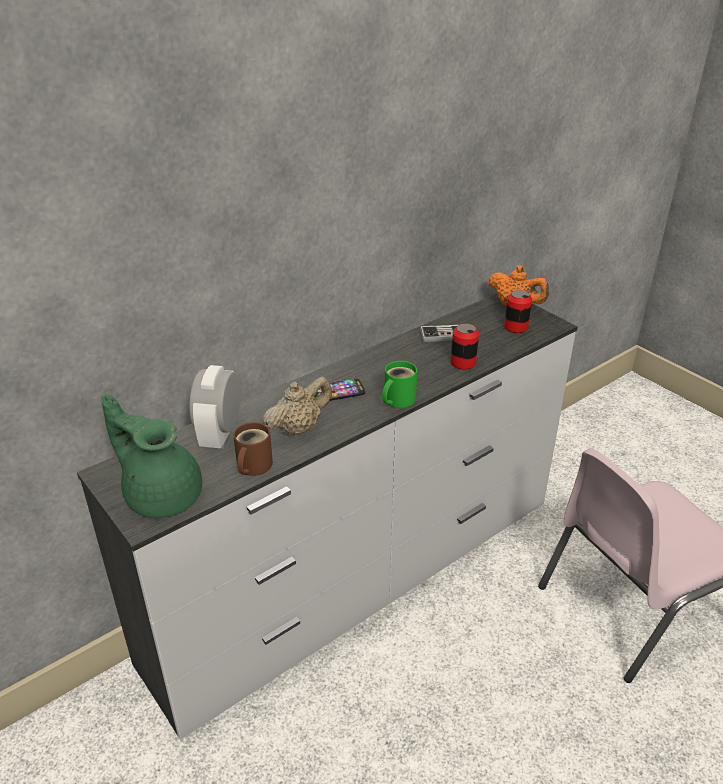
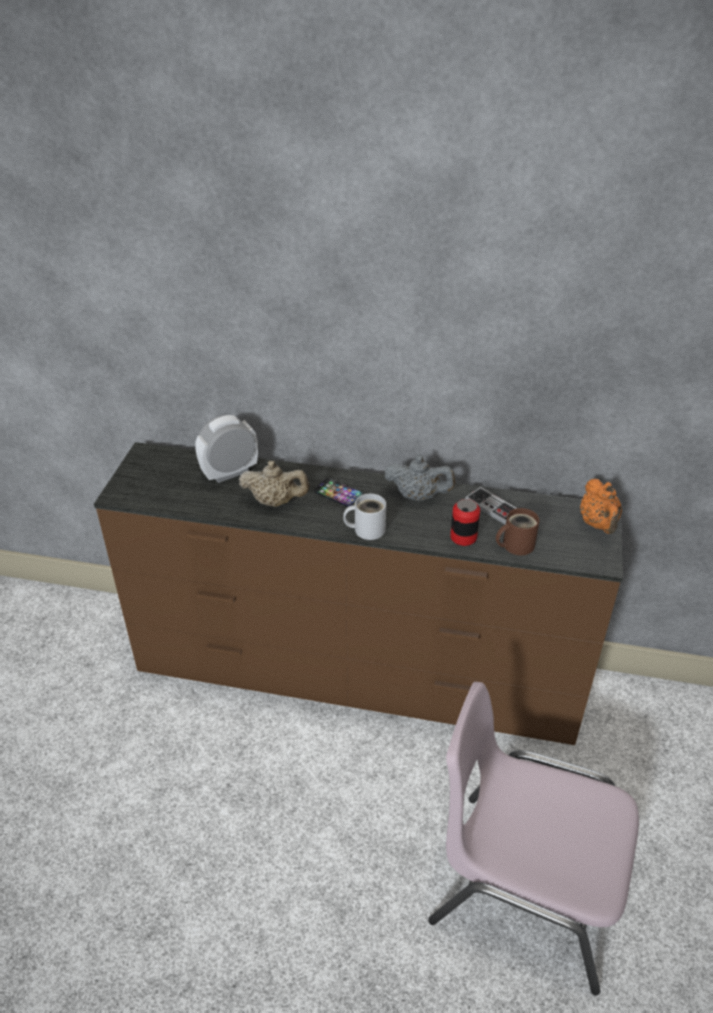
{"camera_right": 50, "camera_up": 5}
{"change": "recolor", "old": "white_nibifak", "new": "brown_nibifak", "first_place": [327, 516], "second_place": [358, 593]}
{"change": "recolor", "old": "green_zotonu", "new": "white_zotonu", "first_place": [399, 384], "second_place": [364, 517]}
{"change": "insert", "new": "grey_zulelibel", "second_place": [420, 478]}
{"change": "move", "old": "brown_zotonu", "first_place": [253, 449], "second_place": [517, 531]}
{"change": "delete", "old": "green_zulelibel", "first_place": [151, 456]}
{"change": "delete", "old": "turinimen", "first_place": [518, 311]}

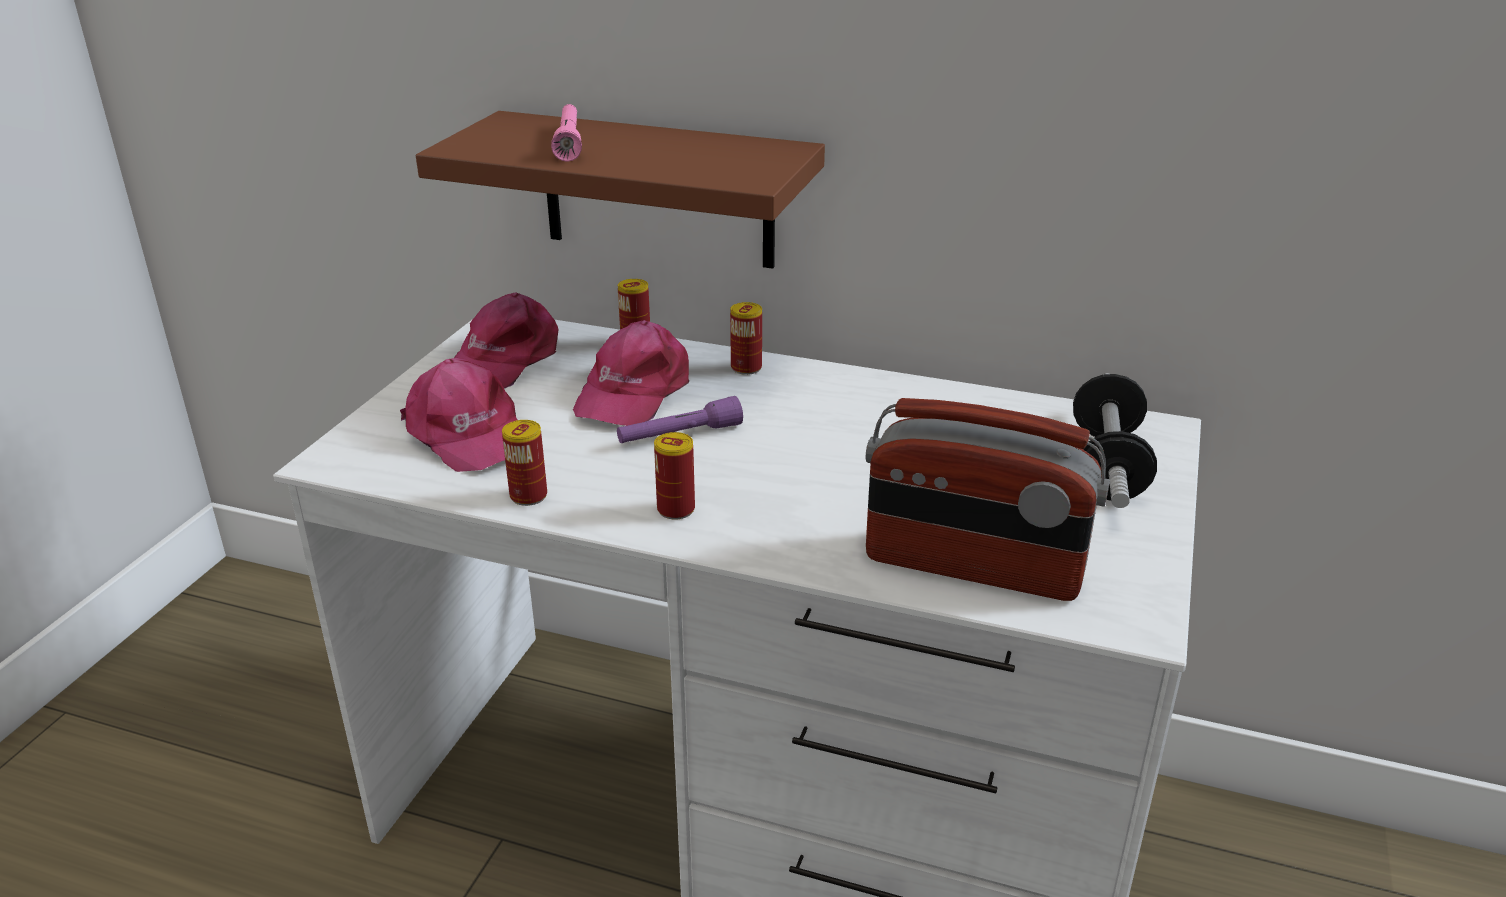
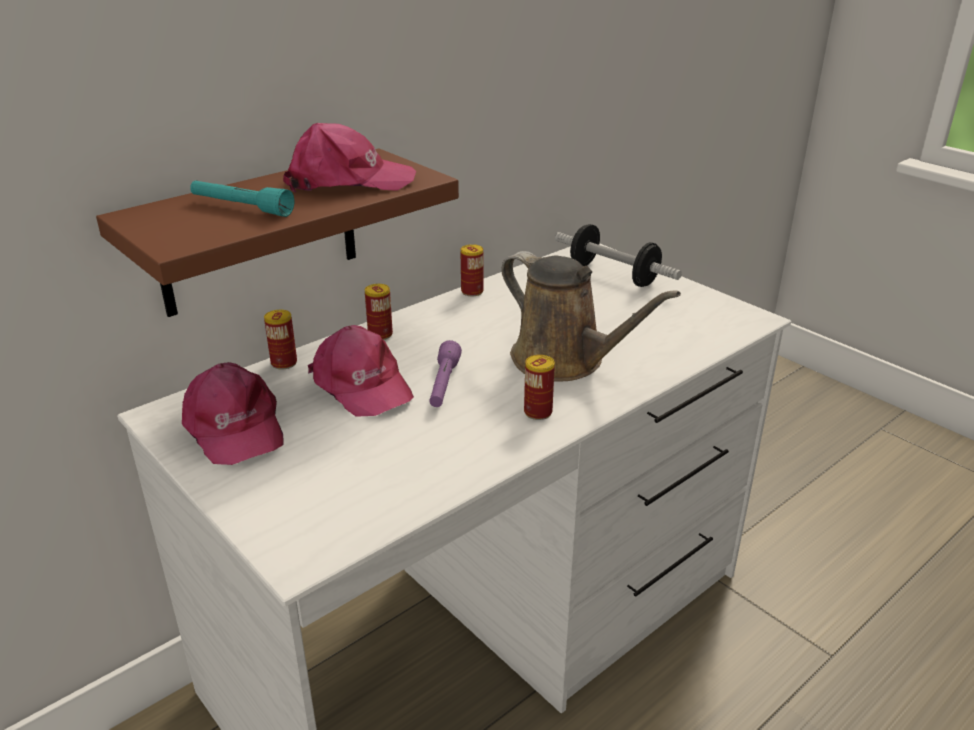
{"camera_right": -60, "camera_up": 0}
{"change": "recolor", "old": "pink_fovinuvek", "new": "turquoise_fovinuvek", "first_place": [566, 133], "second_place": [242, 198]}
{"change": "move", "old": "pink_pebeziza", "first_place": [459, 415], "second_place": [349, 157]}
{"change": "move", "old": "turinimen", "first_place": [524, 463], "second_place": [472, 270]}
{"change": "insert", "new": "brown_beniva", "second_place": [591, 316]}
{"change": "delete", "old": "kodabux", "first_place": [987, 499]}

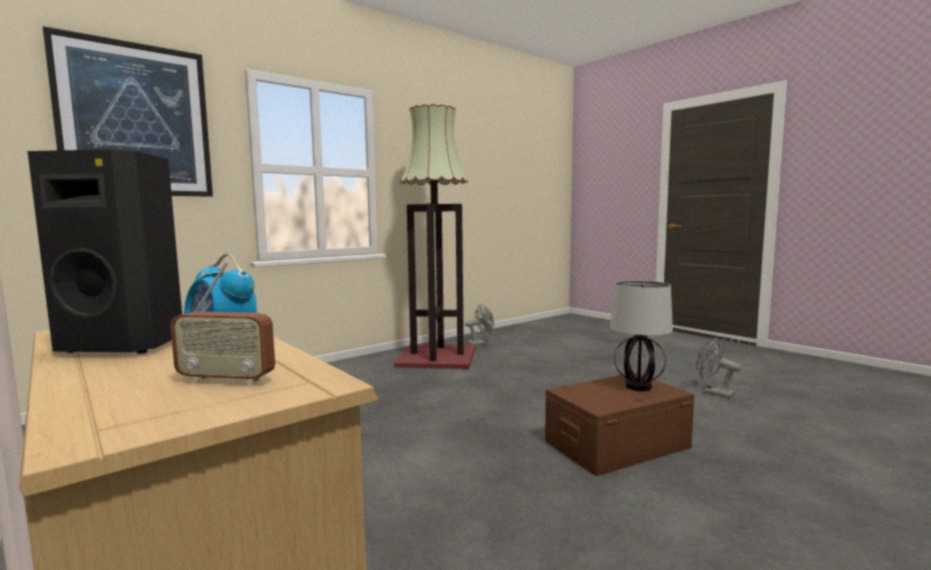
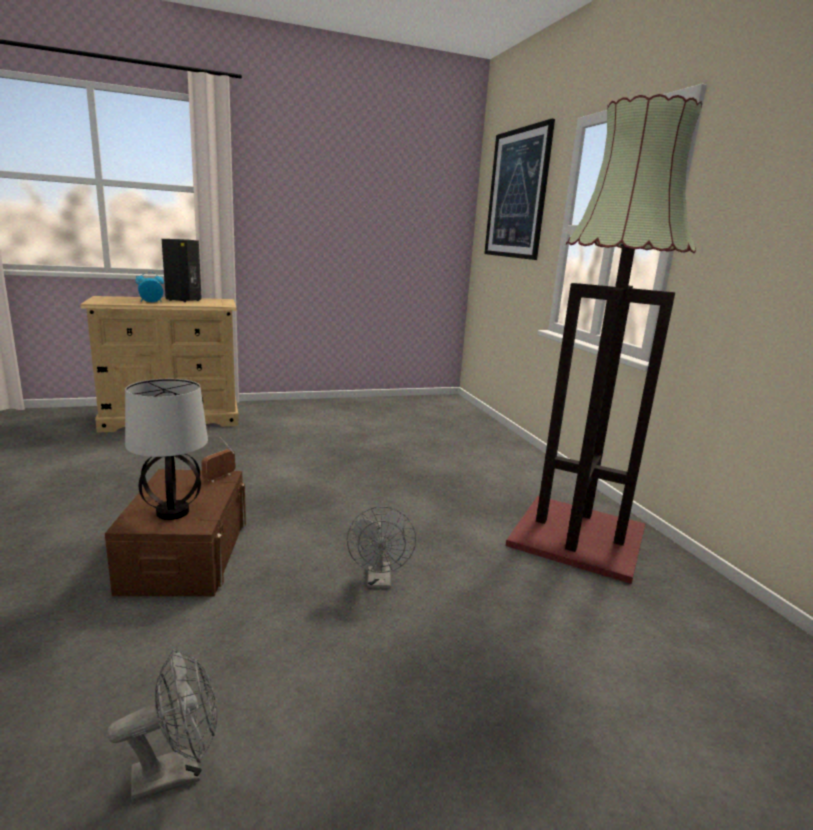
{"camera_right": 110, "camera_up": 10}
{"change": "move", "old": "kodabux", "first_place": [222, 323], "second_place": [218, 459]}
{"change": "move", "old": "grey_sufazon", "first_place": [479, 325], "second_place": [381, 547]}

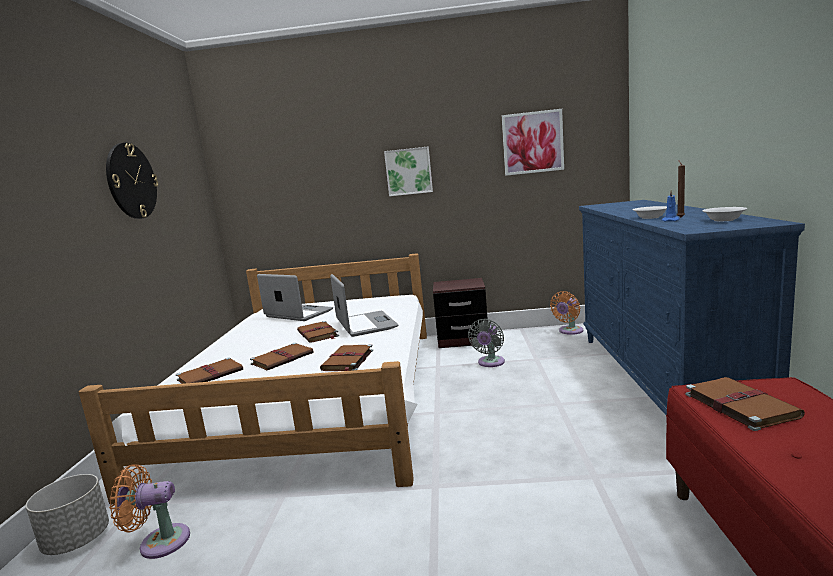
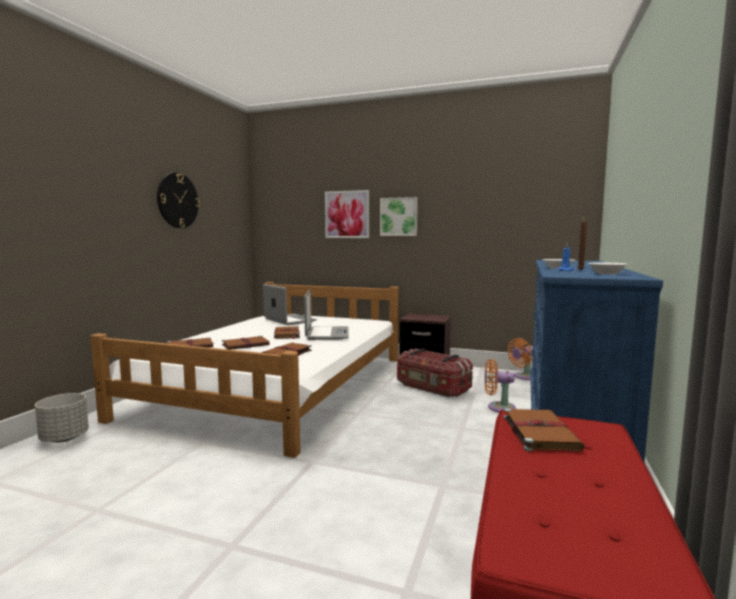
{"camera_right": 15, "camera_up": -5}
{"change": "move", "old": "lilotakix", "first_place": [533, 142], "second_place": [347, 214]}
{"change": "replace", "old": "grey_sufazon", "new": "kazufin", "first_place": [486, 343], "second_place": [435, 372]}
{"change": "move", "old": "orange_sufazon", "first_place": [149, 511], "second_place": [500, 386]}

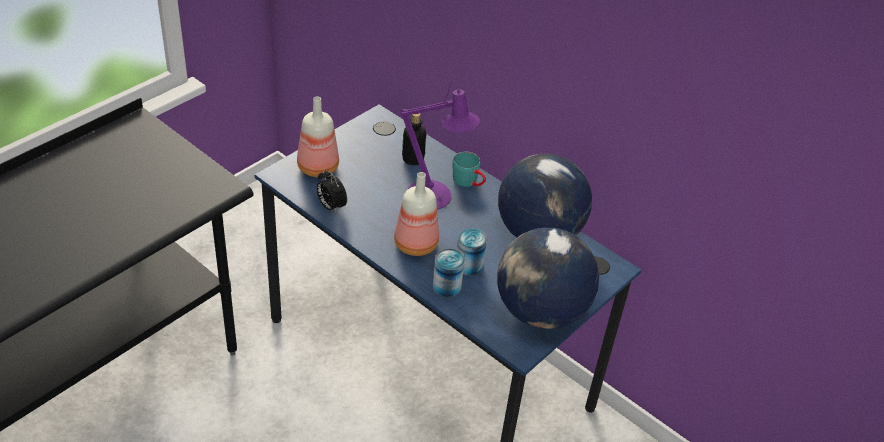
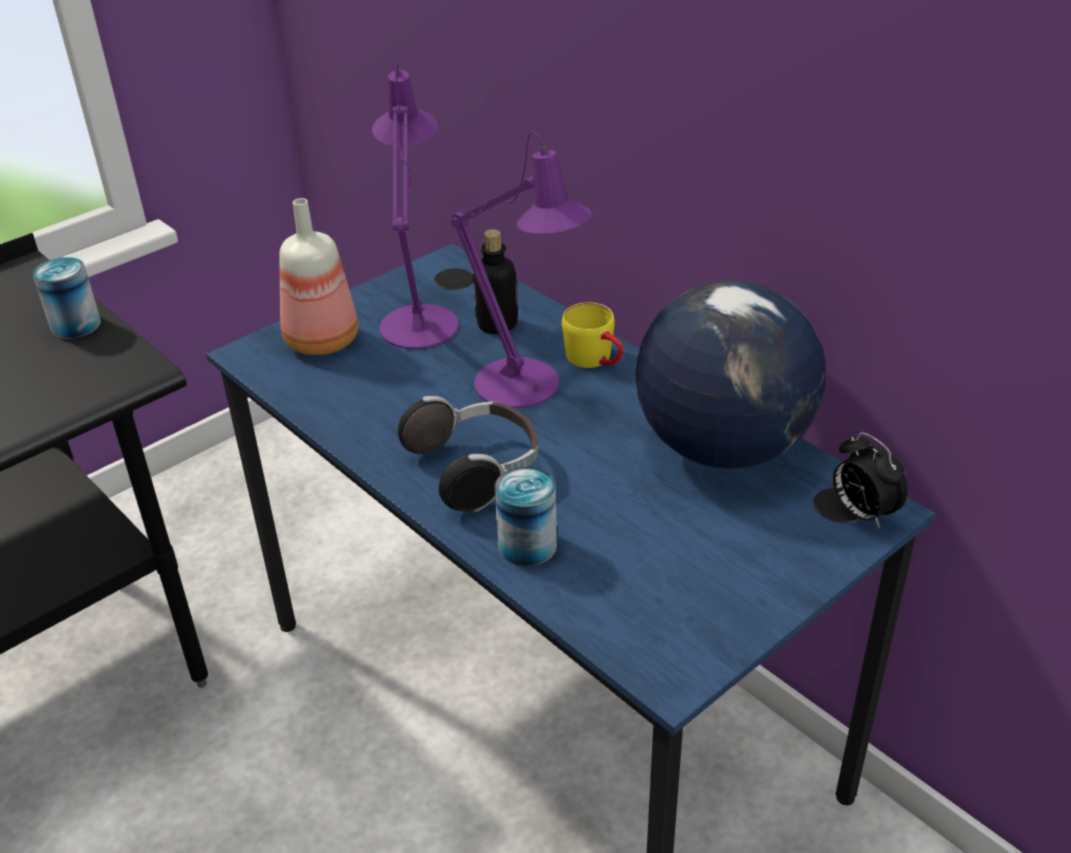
{"camera_right": 10, "camera_up": -5}
{"change": "move", "old": "turinimen", "first_place": [472, 252], "second_place": [67, 298]}
{"change": "insert", "new": "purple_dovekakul", "second_place": [415, 206]}
{"change": "replace", "old": "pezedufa", "new": "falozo", "first_place": [416, 214], "second_place": [468, 454]}
{"change": "recolor", "old": "turquoise_zotonu", "new": "yellow_zotonu", "first_place": [469, 169], "second_place": [592, 335]}
{"change": "move", "old": "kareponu", "first_place": [331, 192], "second_place": [870, 480]}
{"change": "delete", "old": "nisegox", "first_place": [548, 278]}

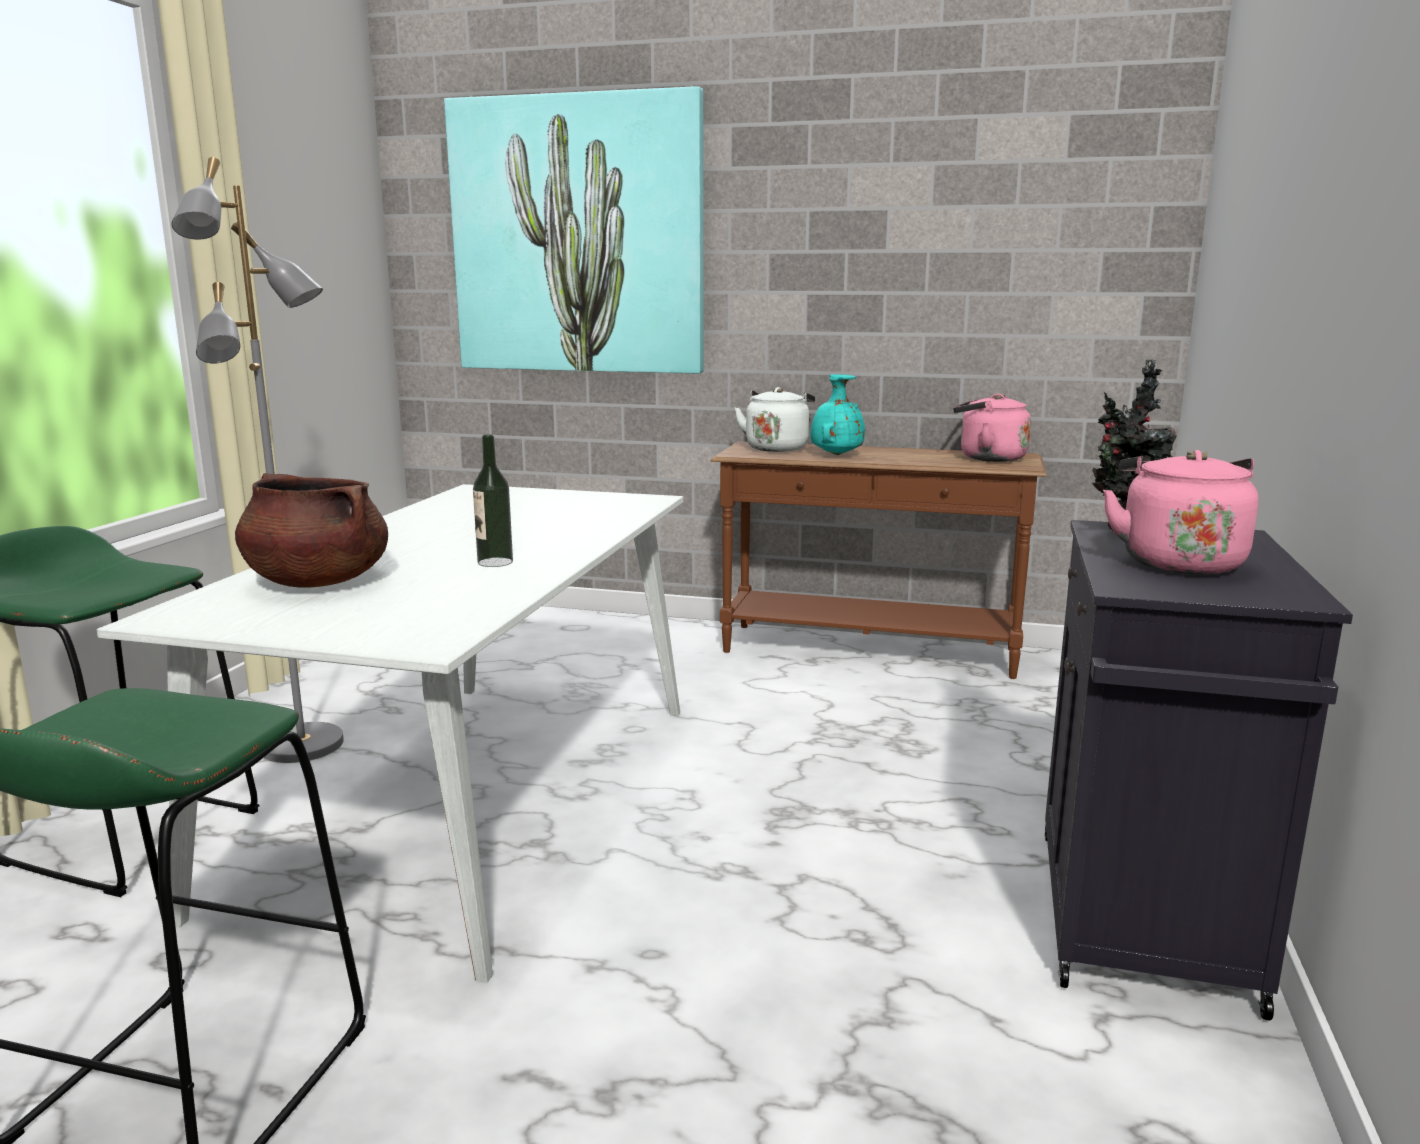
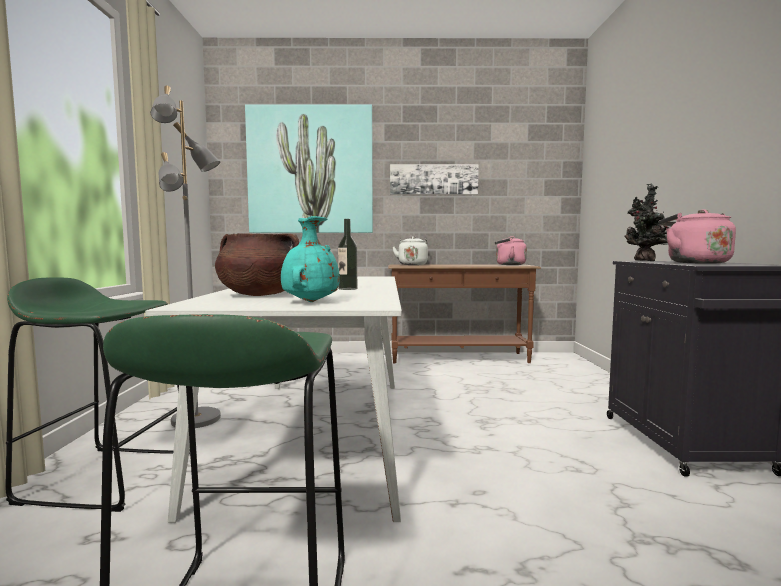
{"camera_right": -15, "camera_up": -10}
{"change": "move", "old": "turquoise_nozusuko", "first_place": [837, 414], "second_place": [310, 259]}
{"change": "insert", "new": "lilotakix", "second_place": [434, 179]}

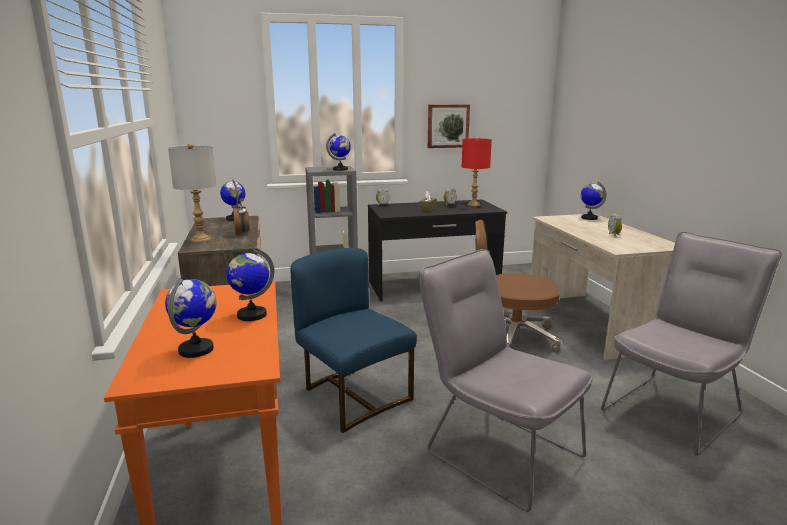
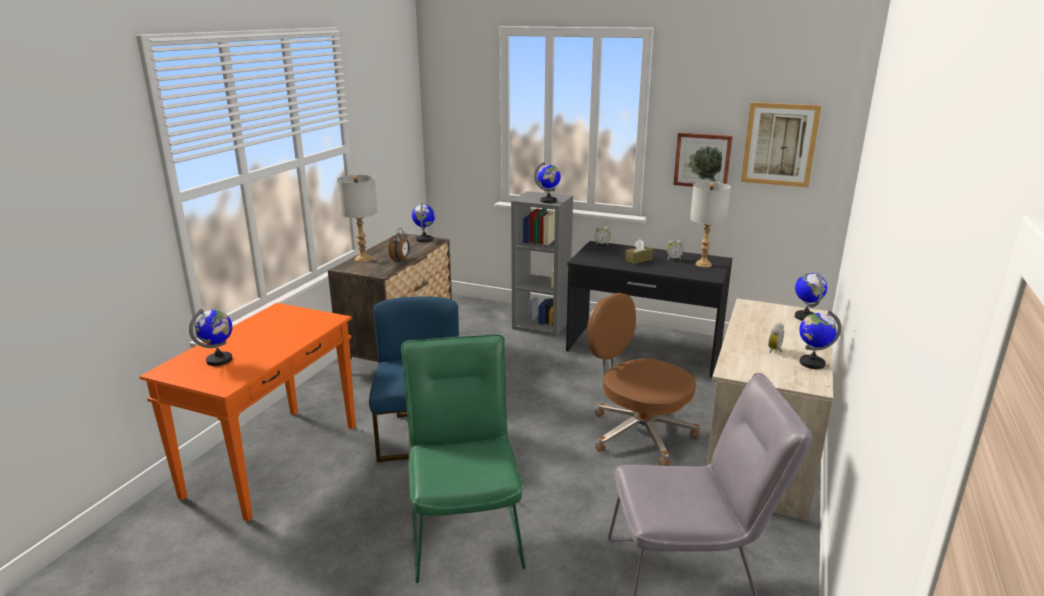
{"camera_right": 35, "camera_up": 5}
{"change": "recolor", "old": "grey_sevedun", "new": "green_sevedun", "first_place": [506, 380], "second_place": [463, 458]}
{"change": "recolor", "old": "red_dovekakul", "new": "grey_dovekakul", "first_place": [476, 171], "second_place": [710, 225]}
{"change": "insert", "new": "lilotakix", "second_place": [781, 144]}
{"change": "move", "old": "nisegox", "first_place": [250, 284], "second_place": [820, 340]}

